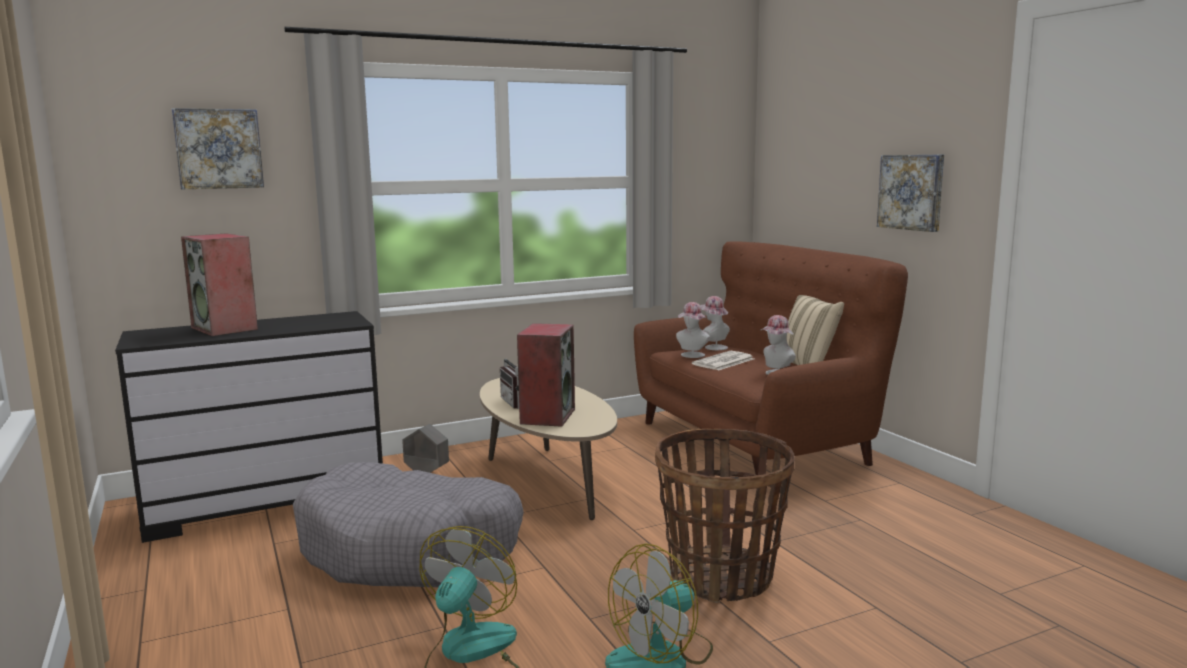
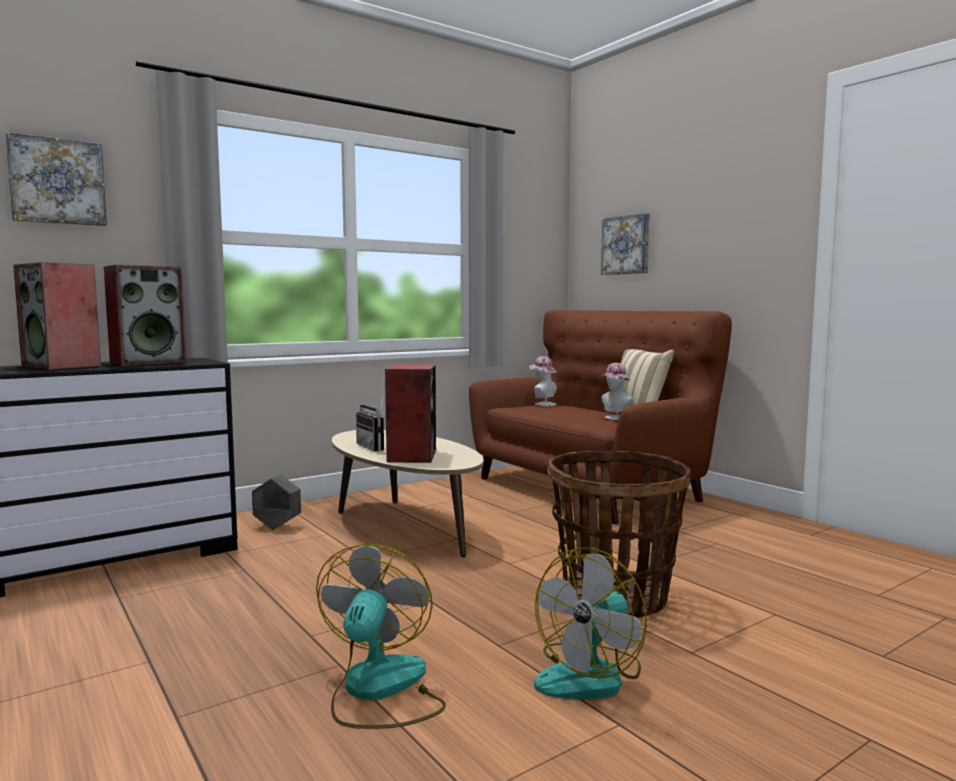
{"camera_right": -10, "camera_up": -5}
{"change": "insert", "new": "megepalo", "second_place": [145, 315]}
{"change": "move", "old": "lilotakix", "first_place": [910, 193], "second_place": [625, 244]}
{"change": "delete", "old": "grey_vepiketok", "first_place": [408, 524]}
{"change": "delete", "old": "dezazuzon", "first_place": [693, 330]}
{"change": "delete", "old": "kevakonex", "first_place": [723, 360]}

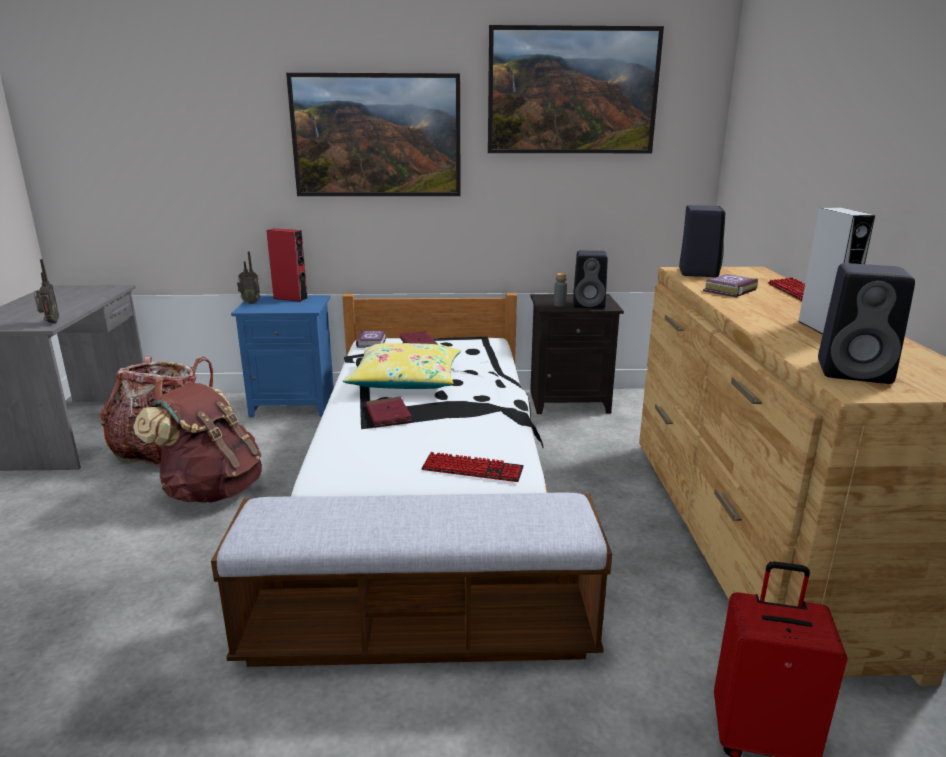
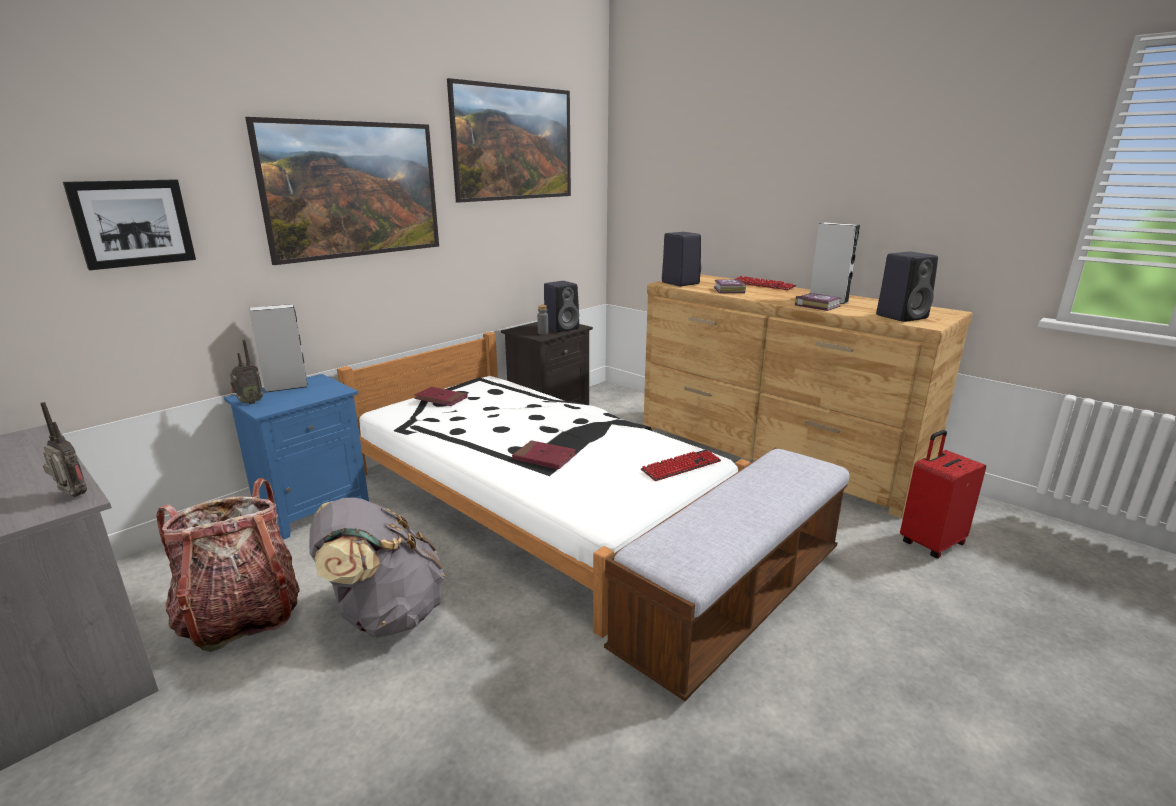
{"camera_right": -45, "camera_up": 0}
{"change": "insert", "new": "lilotakix", "second_place": [129, 224]}
{"change": "recolor", "old": "red_megepalo", "new": "grey_megepalo", "first_place": [287, 265], "second_place": [278, 348]}
{"change": "recolor", "old": "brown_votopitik", "new": "grey_votopitik", "first_place": [197, 443], "second_place": [377, 567]}
{"change": "move", "old": "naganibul", "first_place": [371, 339], "second_place": [818, 302]}
{"change": "delete", "old": "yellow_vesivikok", "first_place": [402, 366]}

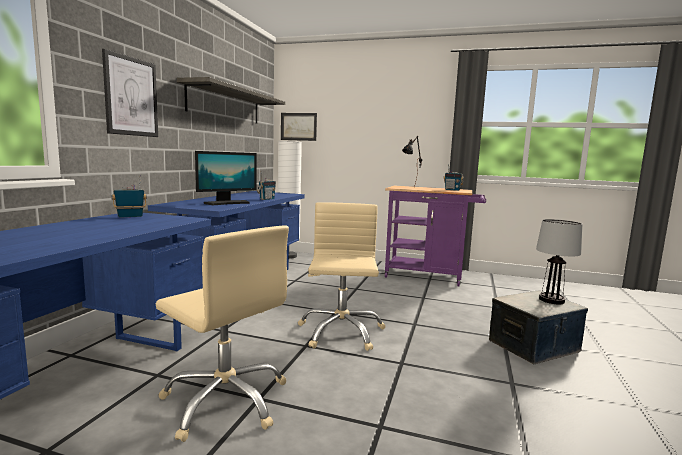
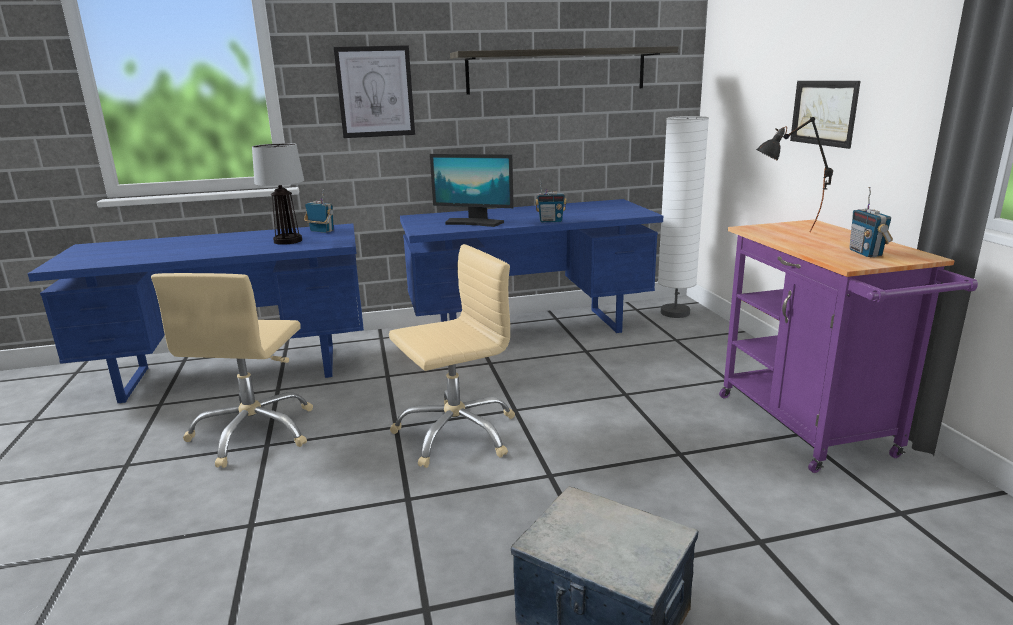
{"camera_right": 60, "camera_up": 10}
{"change": "move", "old": "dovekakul", "first_place": [559, 261], "second_place": [278, 194]}
{"change": "move", "old": "lilotakix", "first_place": [299, 127], "second_place": [825, 115]}

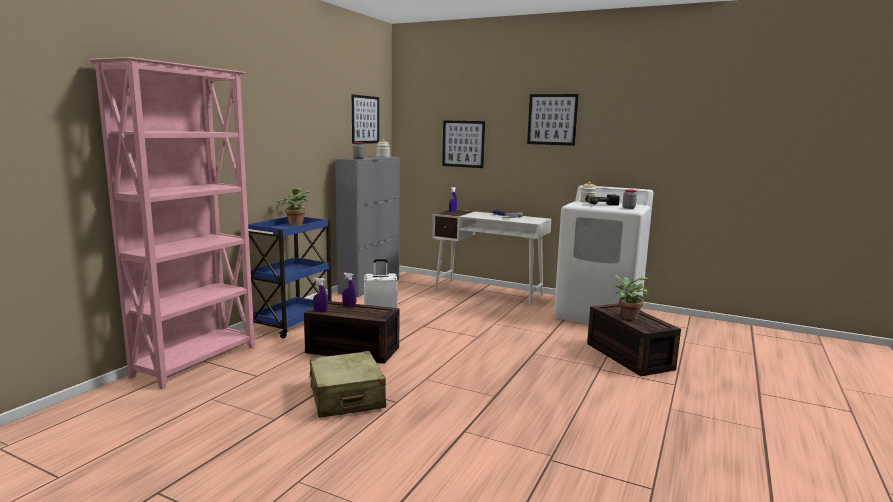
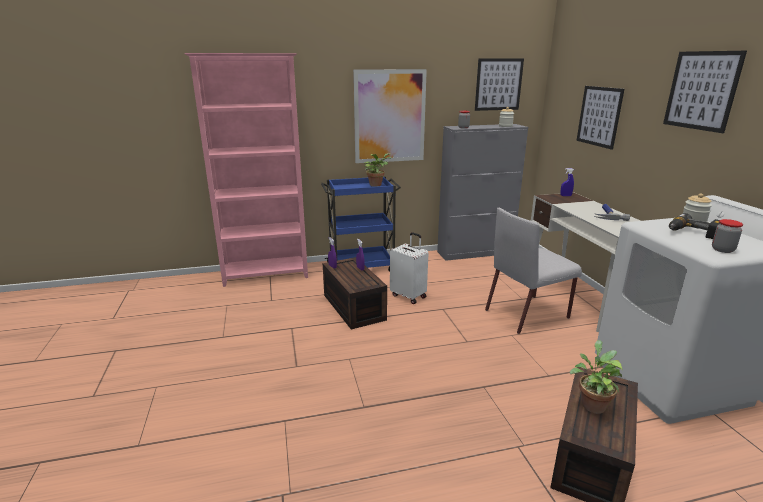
{"camera_right": 50, "camera_up": 10}
{"change": "insert", "new": "lilotakix", "second_place": [390, 116]}
{"change": "insert", "new": "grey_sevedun", "second_place": [533, 271]}
{"change": "delete", "old": "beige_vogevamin", "first_place": [347, 384]}

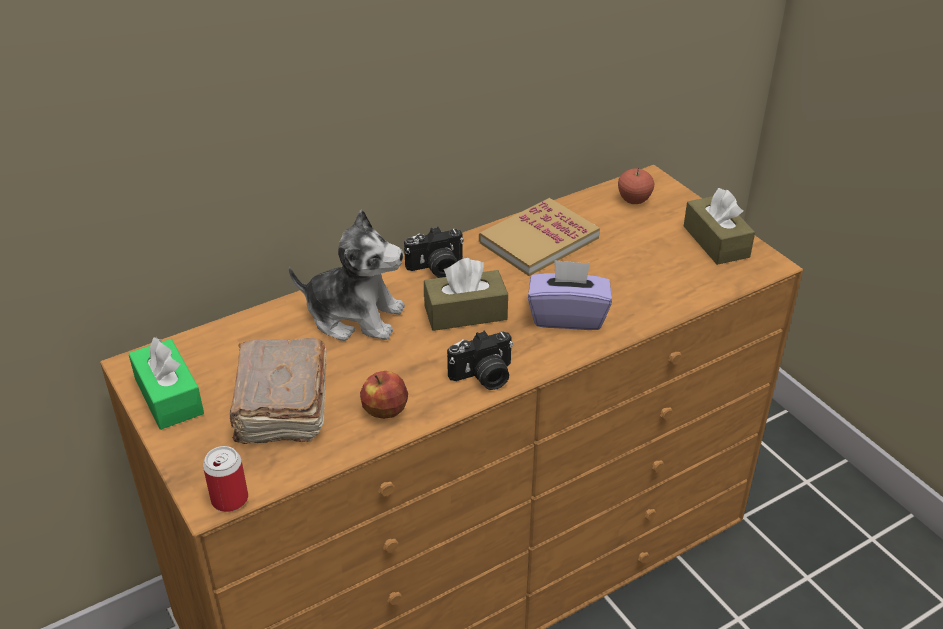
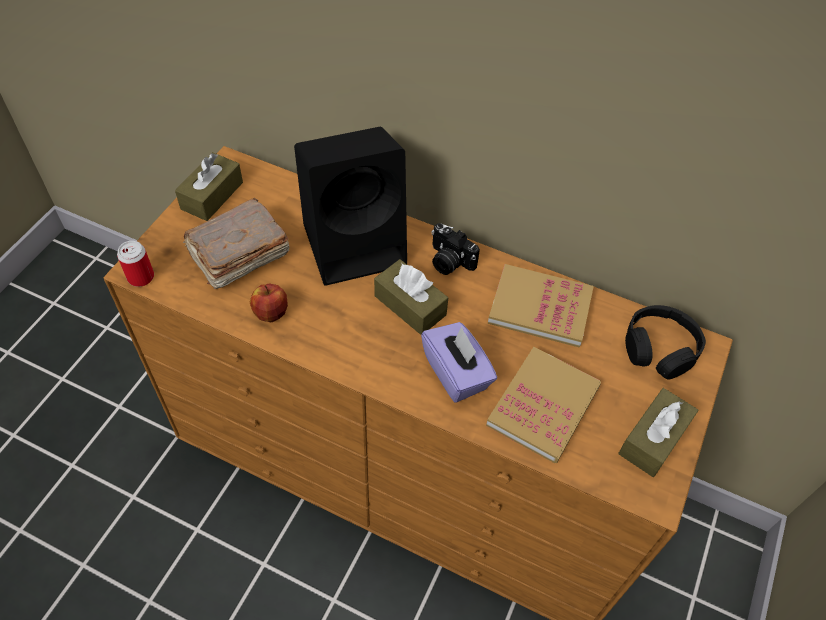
{"camera_right": 55, "camera_up": 15}
{"change": "recolor", "old": "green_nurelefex", "new": "brown_nurelefex", "first_place": [166, 383], "second_place": [209, 186]}
{"change": "replace", "old": "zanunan", "new": "black_megepalo", "first_place": [347, 275], "second_place": [350, 206]}
{"change": "insert", "new": "naganibul", "second_place": [543, 405]}
{"change": "replace", "old": "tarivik", "new": "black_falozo", "first_place": [636, 185], "second_place": [665, 342]}
{"change": "delete", "old": "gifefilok", "first_place": [480, 360]}

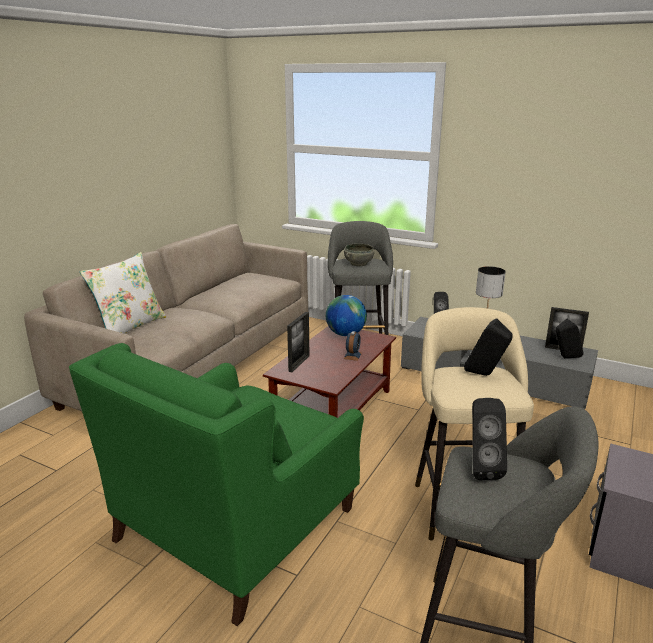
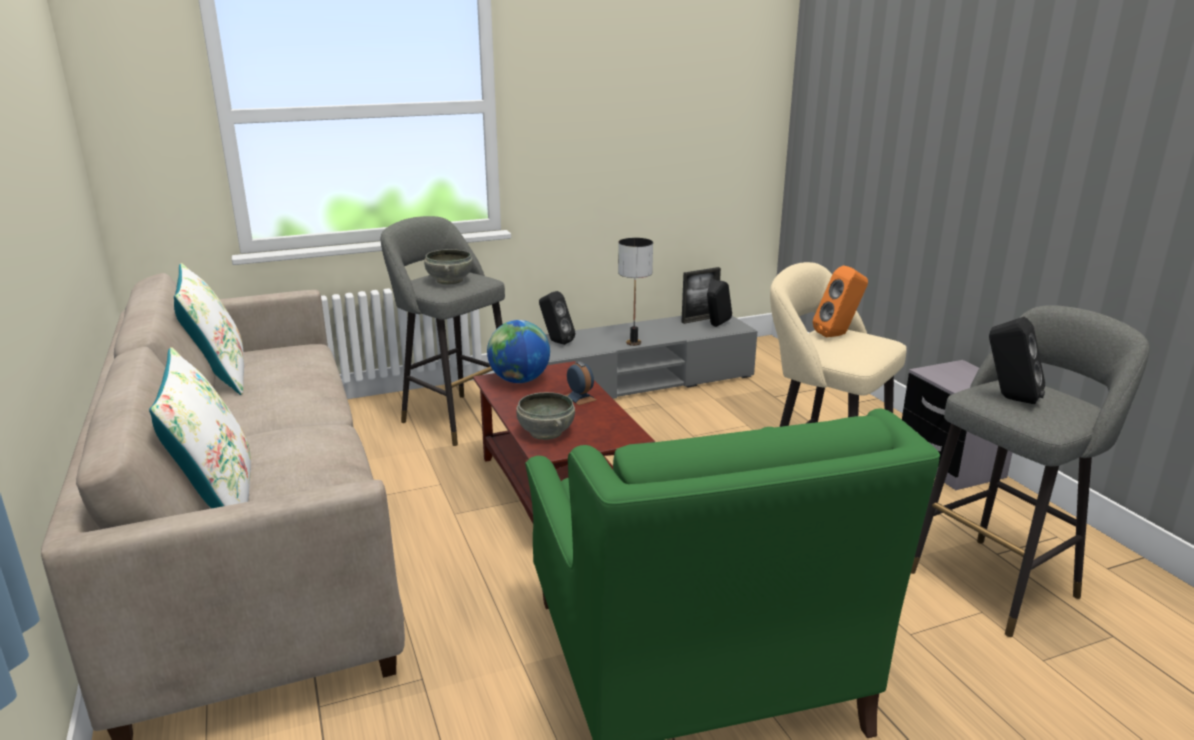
{"camera_right": -50, "camera_up": 0}
{"change": "insert", "new": "white_vesivikok", "second_place": [209, 329]}
{"change": "replace", "old": "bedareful", "new": "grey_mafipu", "first_place": [298, 342], "second_place": [545, 416]}
{"change": "recolor", "old": "black_megepalo", "new": "orange_megepalo", "first_place": [488, 347], "second_place": [840, 301]}

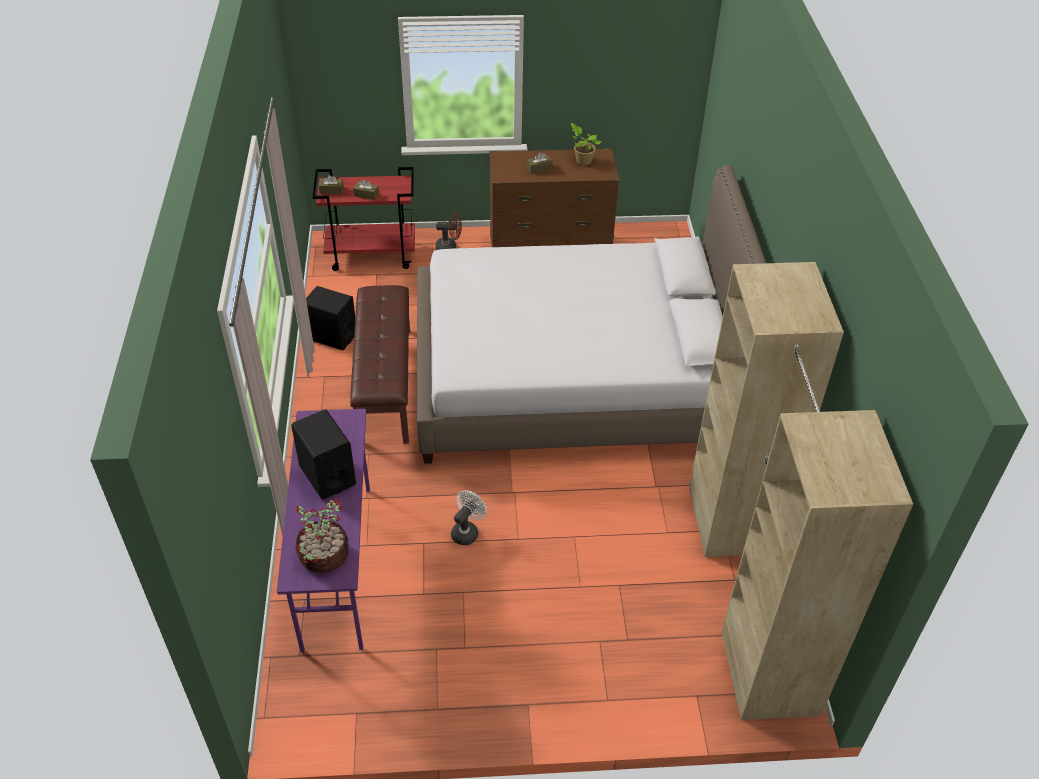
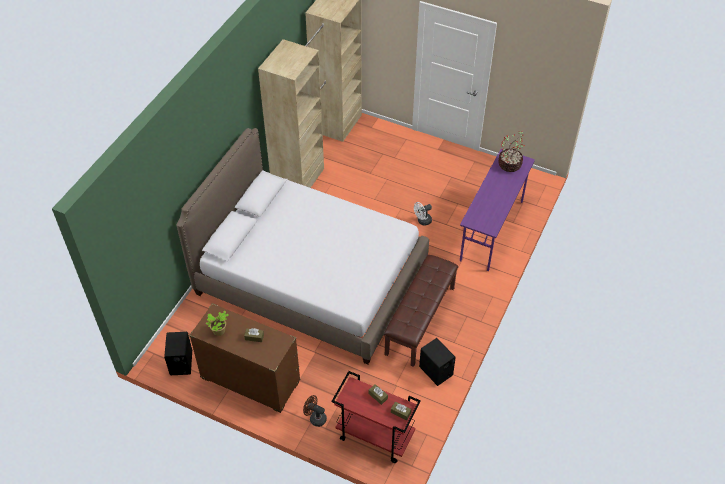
{"camera_right": -150, "camera_up": 5}
{"change": "move", "old": "black_megepalo", "first_place": [323, 454], "second_place": [178, 353]}

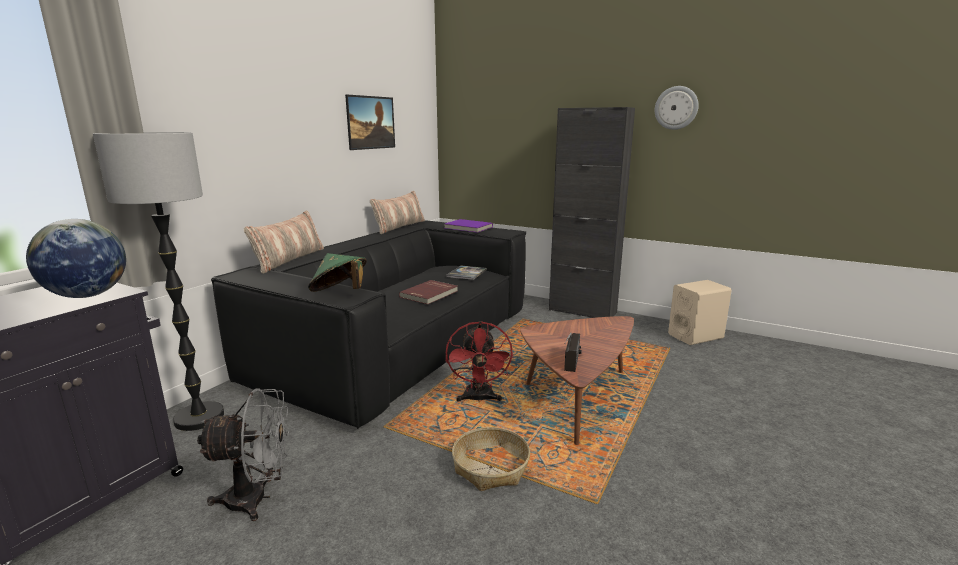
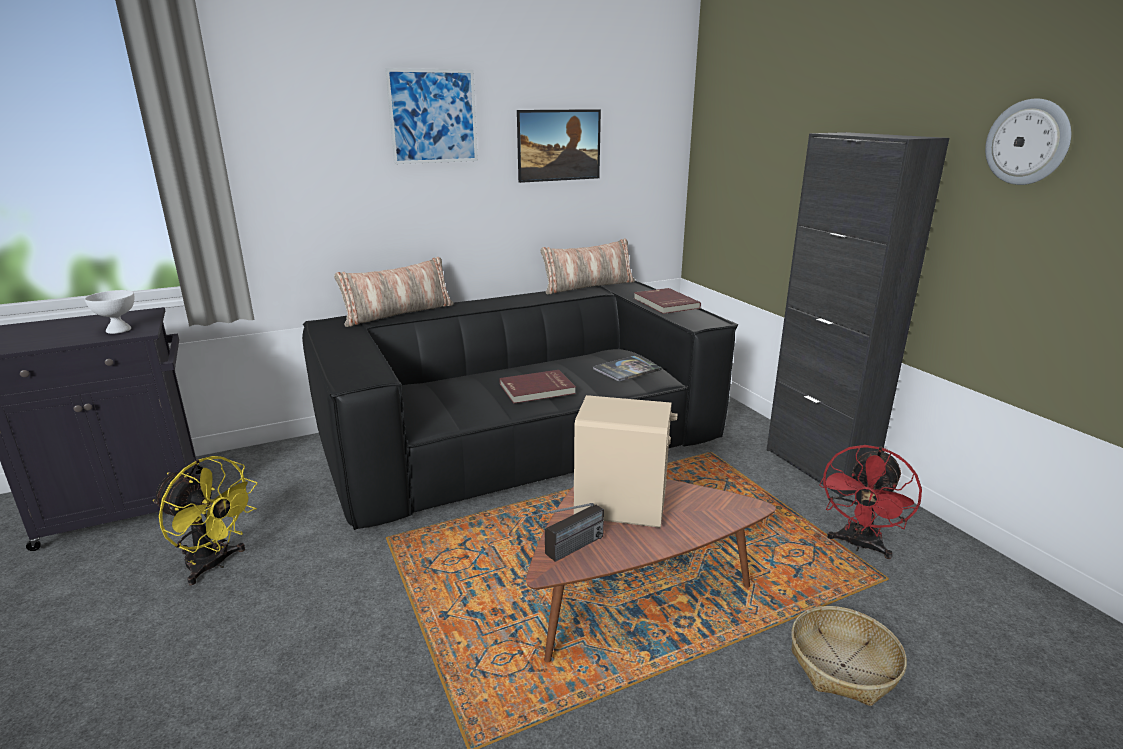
{"camera_right": 35, "camera_up": 5}
{"change": "replace", "old": "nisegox", "new": "white_mafipu", "first_place": [76, 258], "second_place": [109, 312]}
{"change": "recolor", "old": "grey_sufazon", "new": "yellow_sufazon", "first_place": [243, 454], "second_place": [205, 520]}
{"change": "insert", "new": "lilotakix", "second_place": [431, 116]}
{"change": "move", "old": "beige_megepalo", "first_place": [700, 312], "second_place": [626, 461]}
{"change": "recolor", "old": "purple_naganibul", "new": "red_naganibul", "first_place": [469, 226], "second_place": [667, 301]}
{"change": "move", "old": "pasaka", "first_place": [491, 459], "second_place": [849, 656]}
{"change": "move", "old": "red_sufazon", "first_place": [479, 361], "second_place": [870, 502]}
{"change": "delete", "old": "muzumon", "first_place": [158, 281]}
{"change": "delete", "old": "green_dezazuzon", "first_place": [337, 272]}

